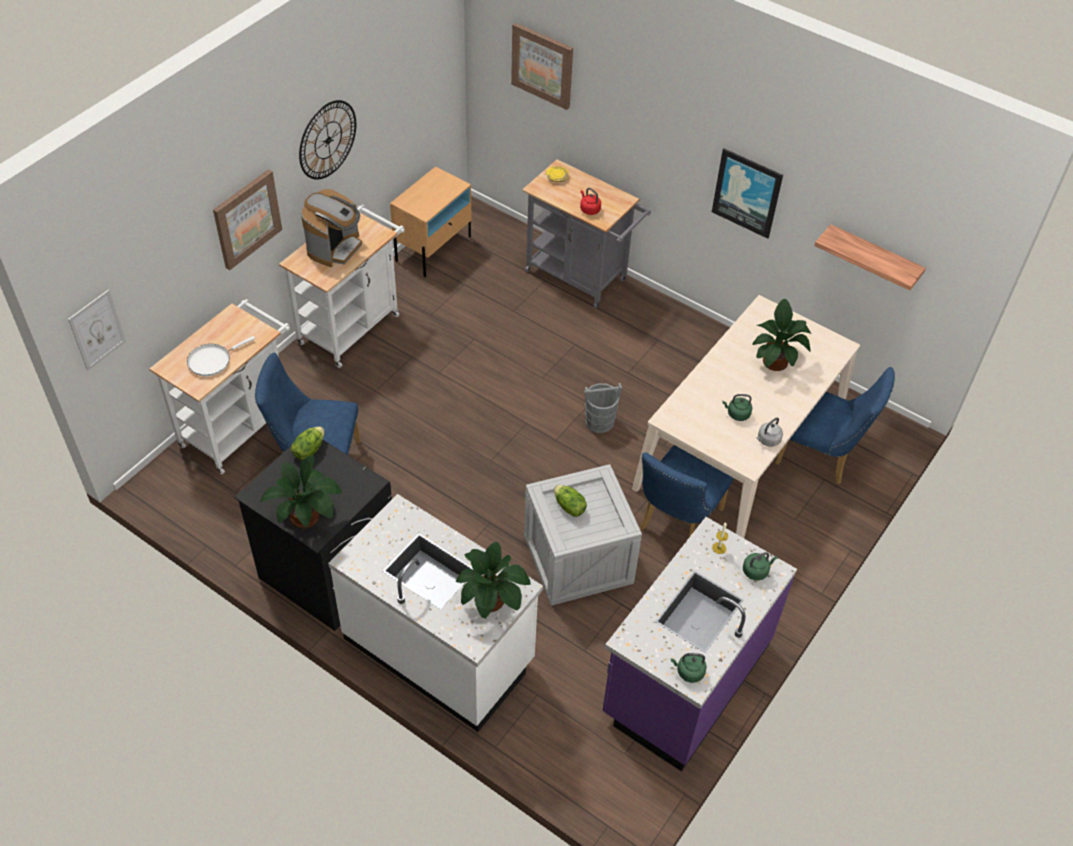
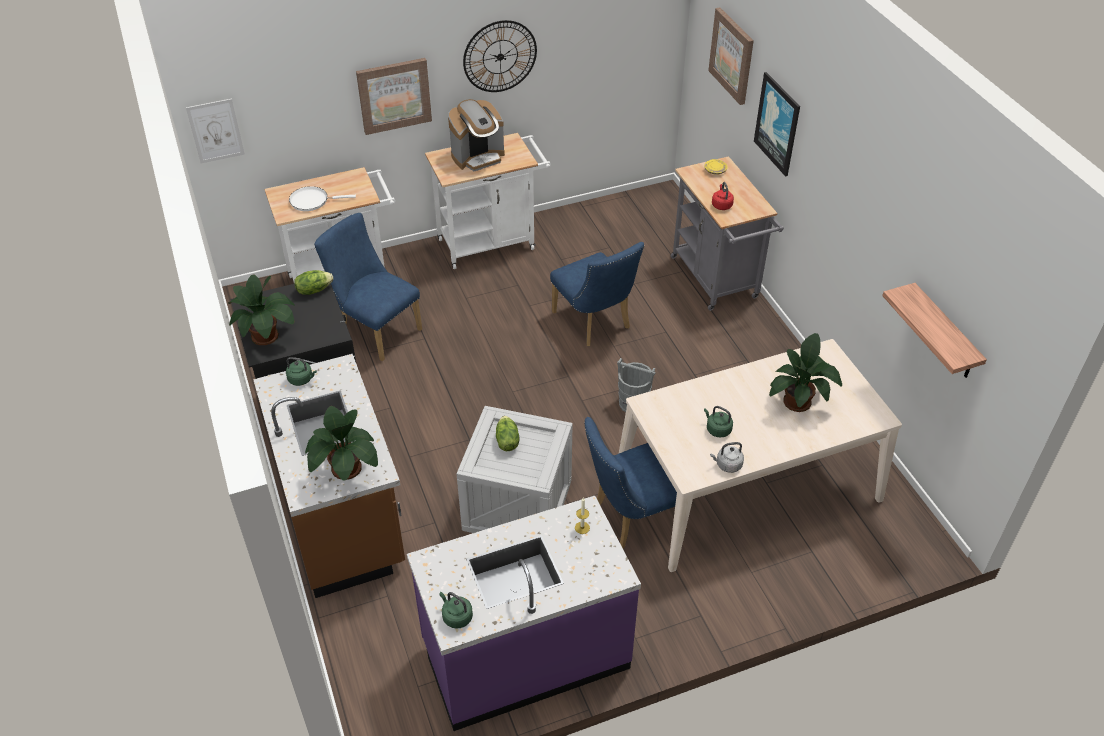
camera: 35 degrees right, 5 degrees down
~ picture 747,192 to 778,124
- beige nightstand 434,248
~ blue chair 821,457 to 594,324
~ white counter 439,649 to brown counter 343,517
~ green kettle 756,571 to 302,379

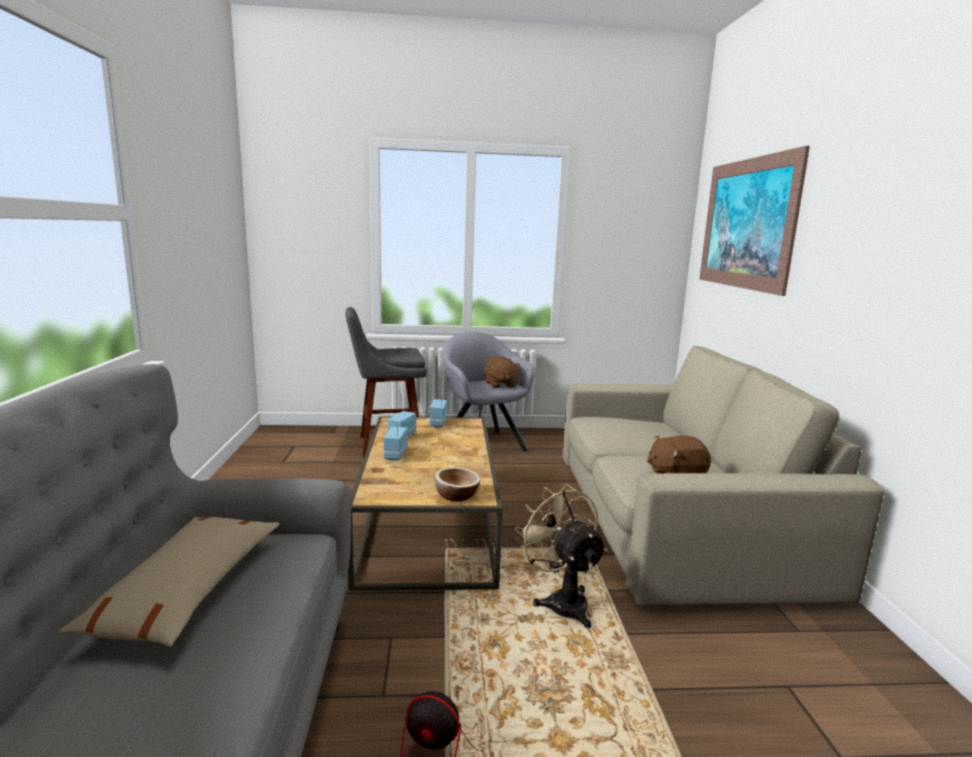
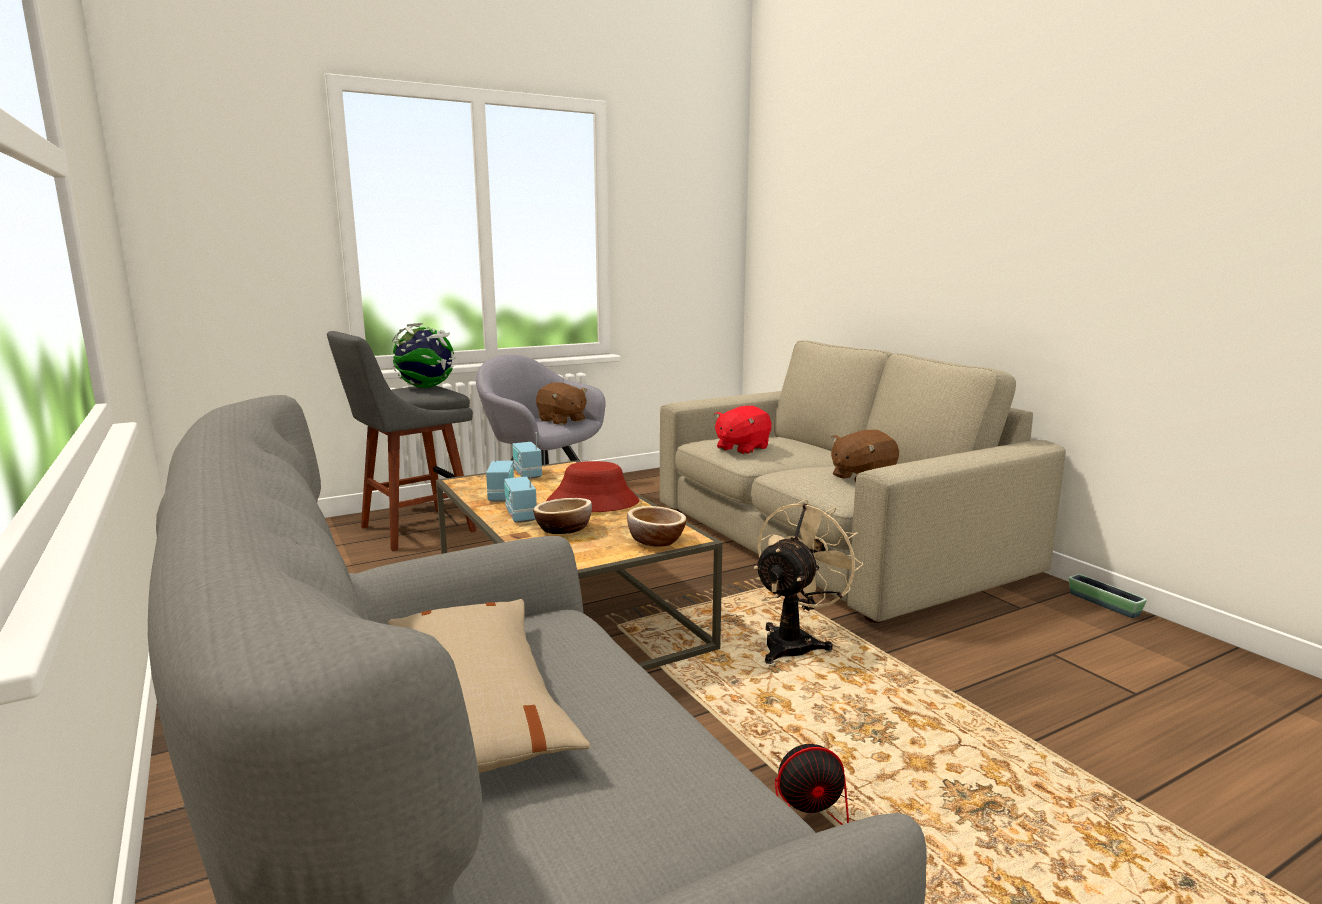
camera: 25 degrees left, 0 degrees up
- picture 746,224
~ beige fan 561,601 = 795,642 90 degrees clockwise
+ globe 426,387
+ red plush toy 741,448
+ red hat 593,502
+ bowl 563,530
+ planter 1104,604

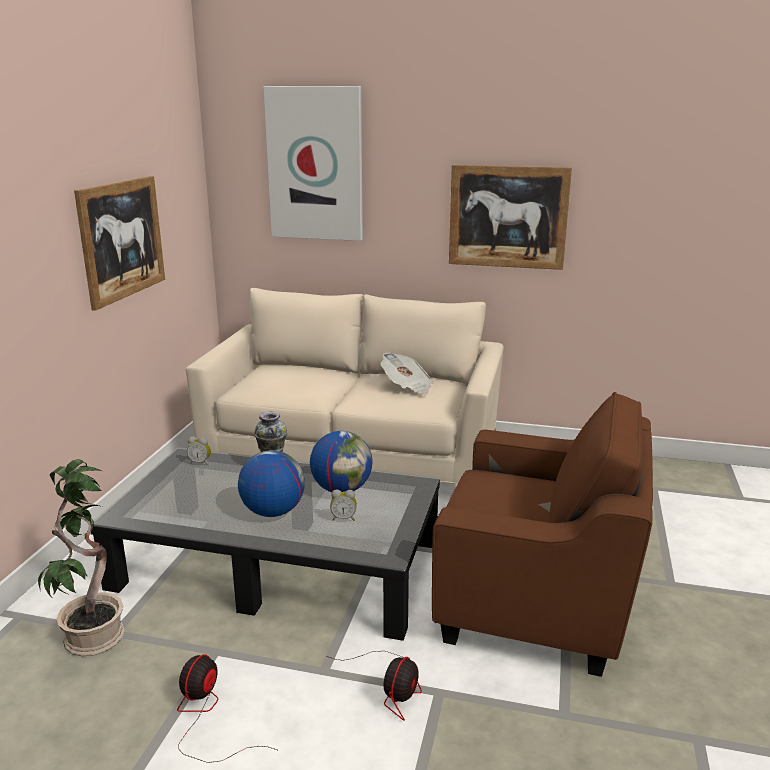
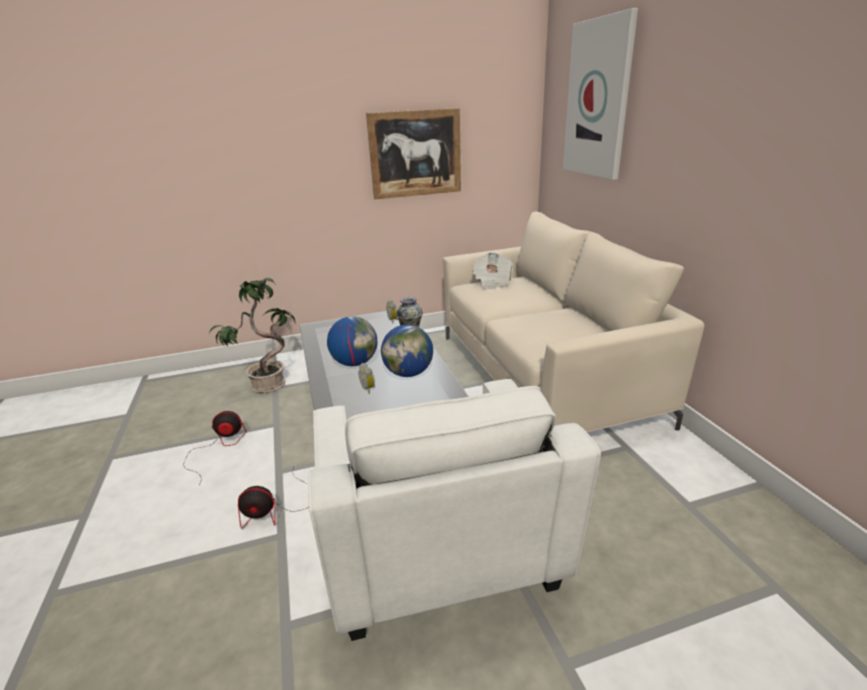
camera: 60 degrees right, 5 degrees up
- picture 508,217
~ newspaper 407,387 to 492,282
~ brown armchair 535,599 to white armchair 438,551

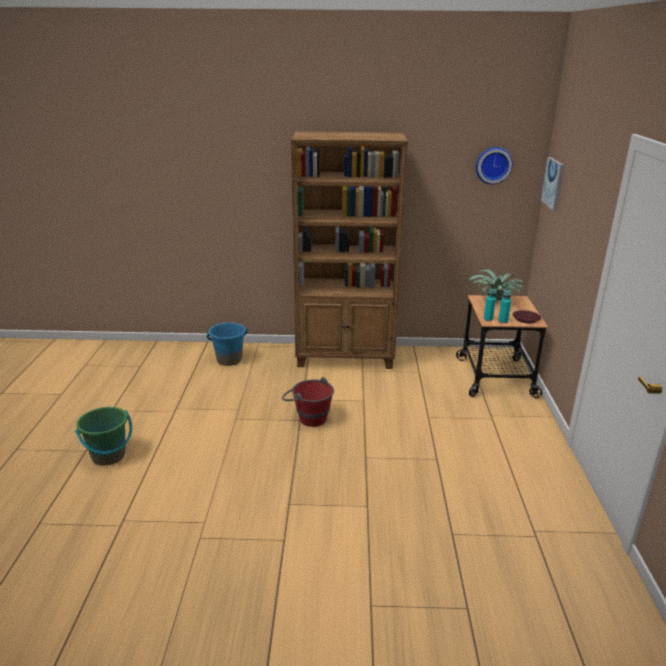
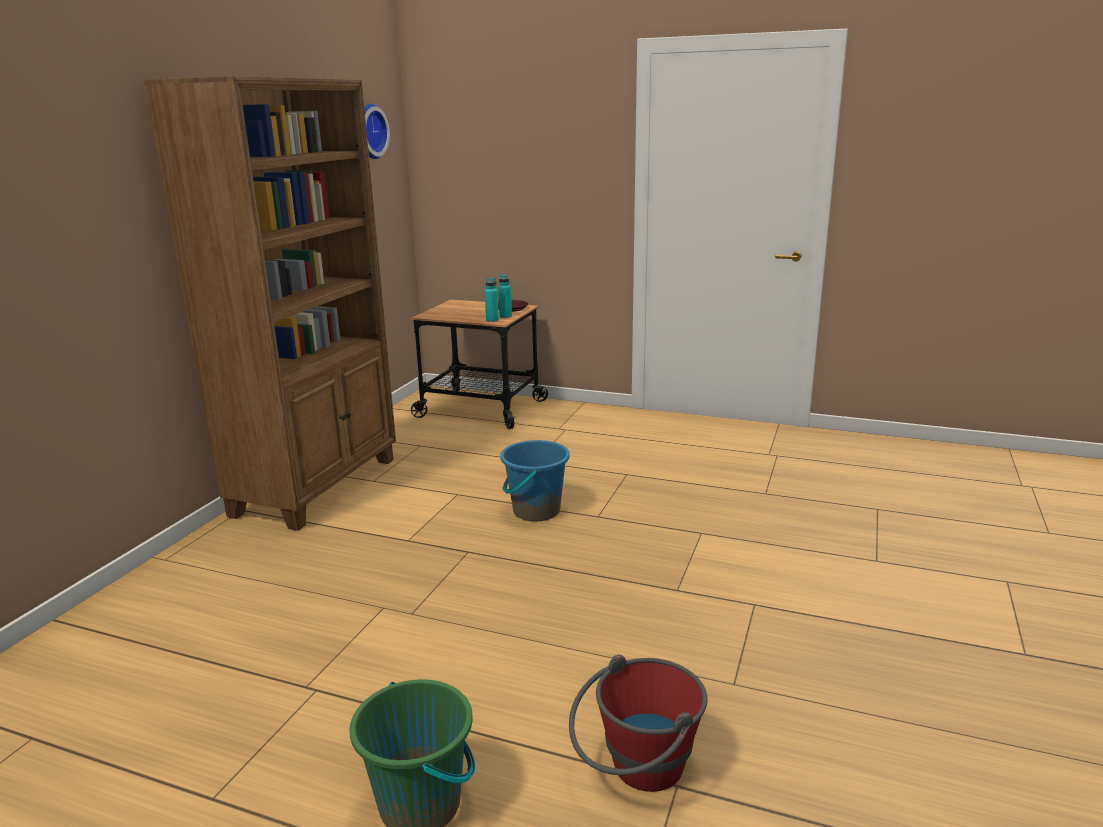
camera: 70 degrees left, 5 degrees down
- picture 553,183
- potted plant 496,302
~ blue bucket 229,360 to 536,511
~ red bucket 308,417 to 636,772

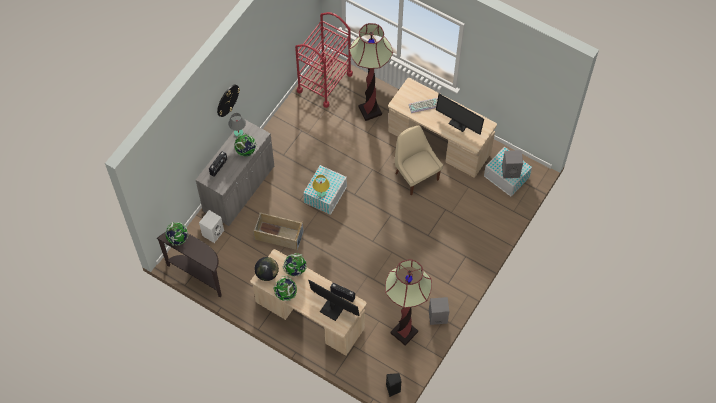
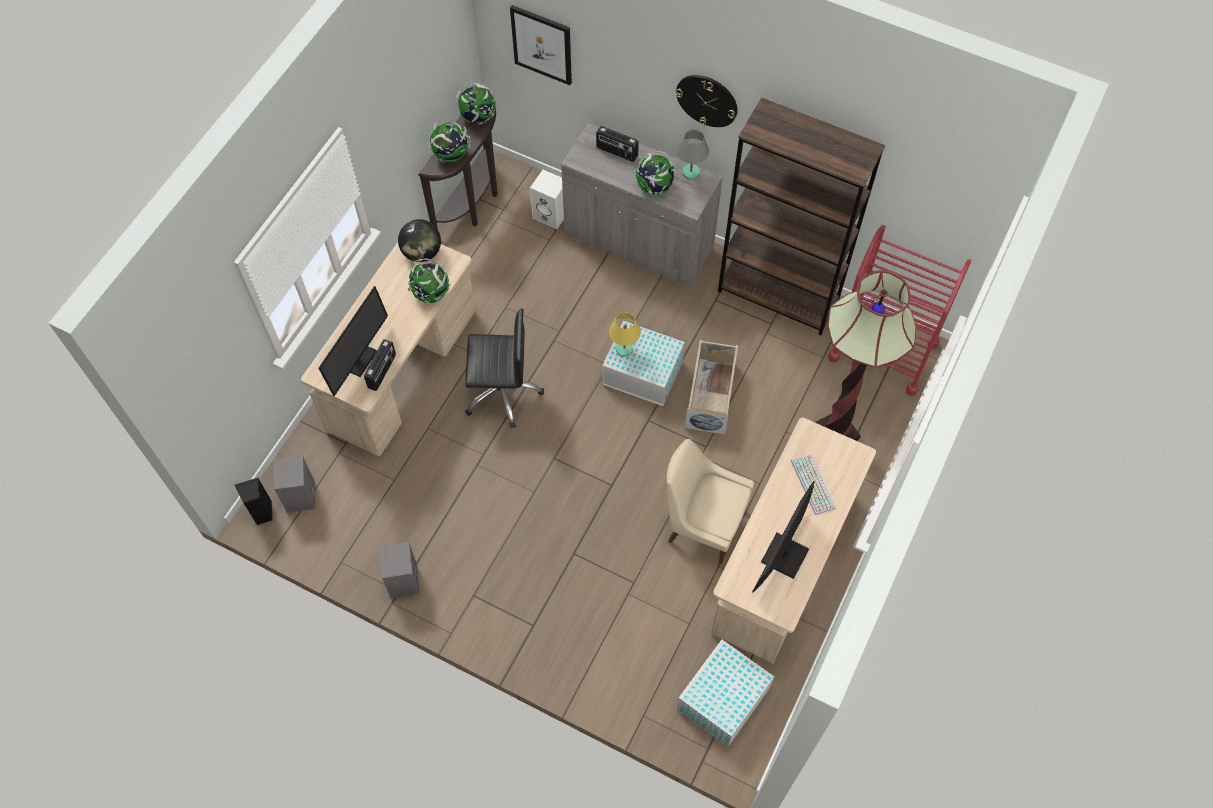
camera: 85 degrees right, 0 degrees up
~ beige chair 416,175 = 703,524 120 degrees counterclockwise
~ grey speaker 511,171 to 301,496
~ beige storage box 278,235 to 710,395
- floor lamp 404,332
~ globe 286,293 to 451,155
+ picture 542,44
+ brown bookcase 778,296
+ black office chair 502,392

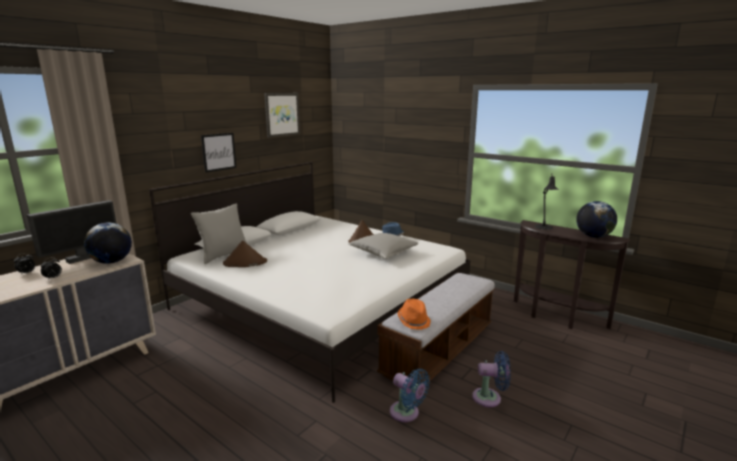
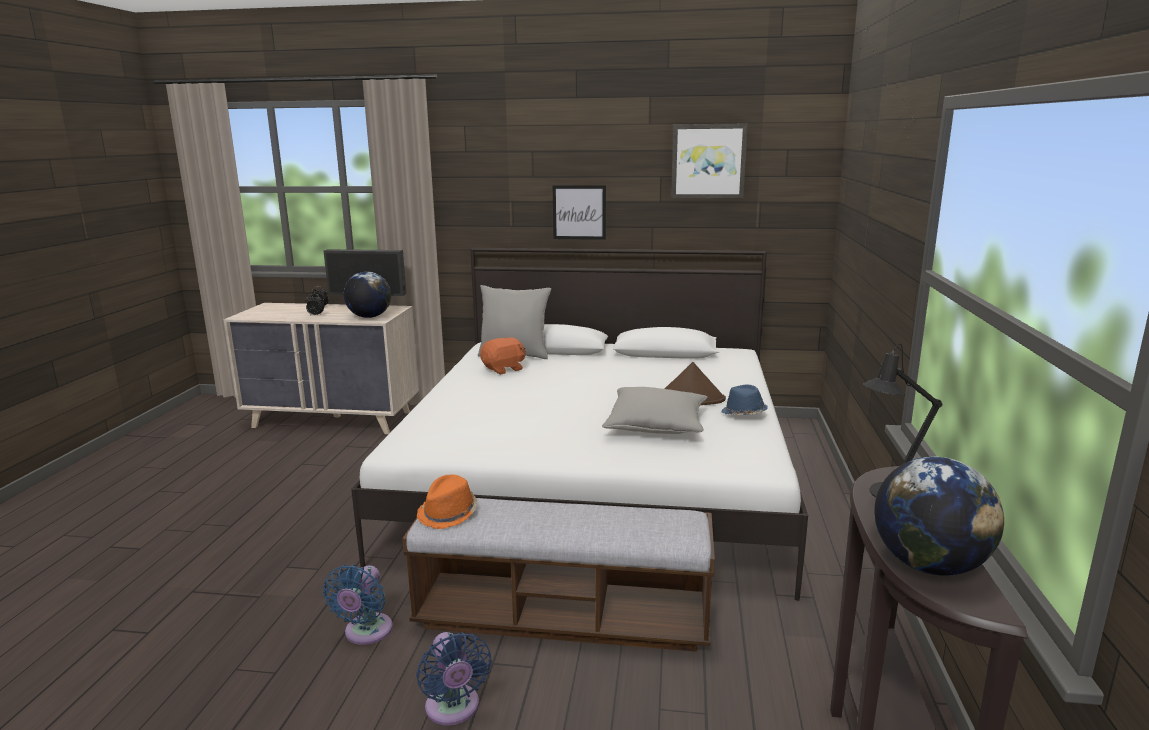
camera: 60 degrees right, 0 degrees up
~ brown hat 245,263 to orange plush toy 504,369

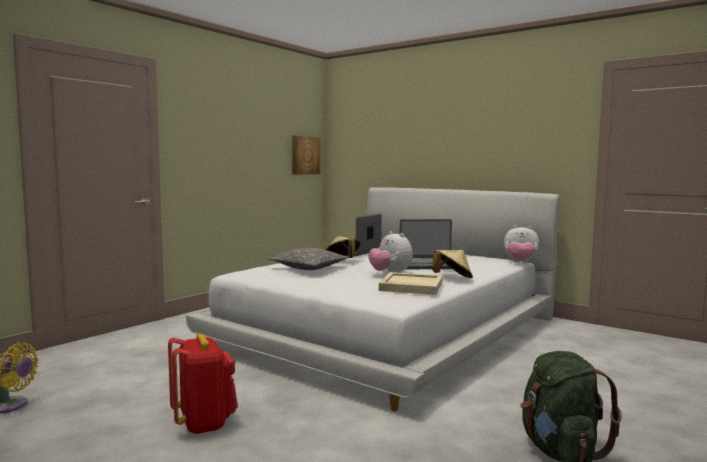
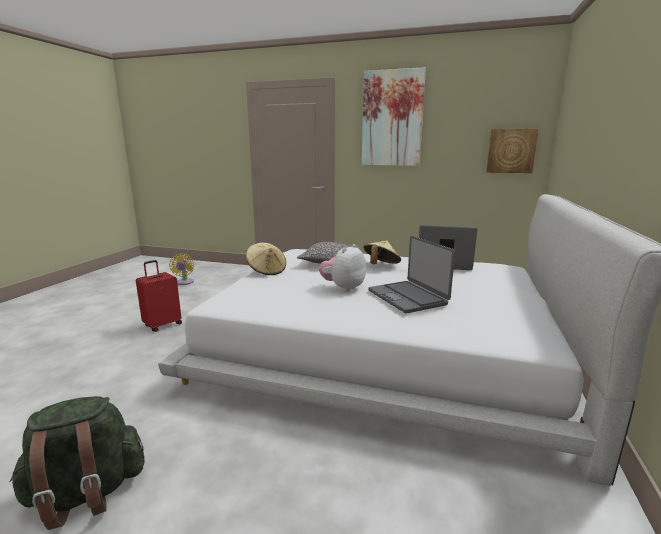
camera: 70 degrees right, 10 degrees up
- plush toy 520,262
~ beige hat 452,278 to 267,271
- beige tray 410,286
~ red backpack 204,423 to red suitcase 162,325
+ picture 392,119

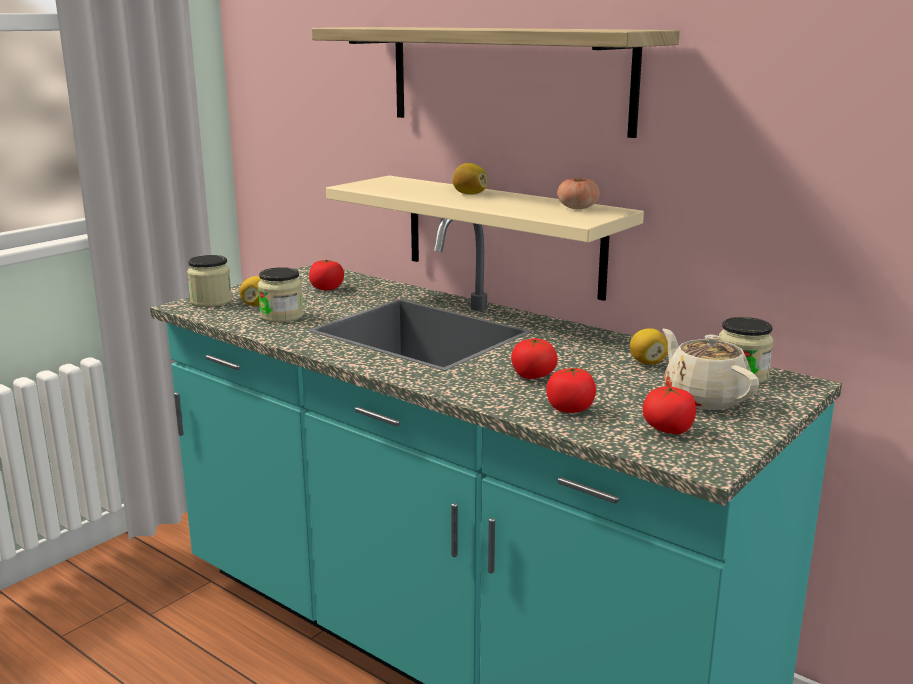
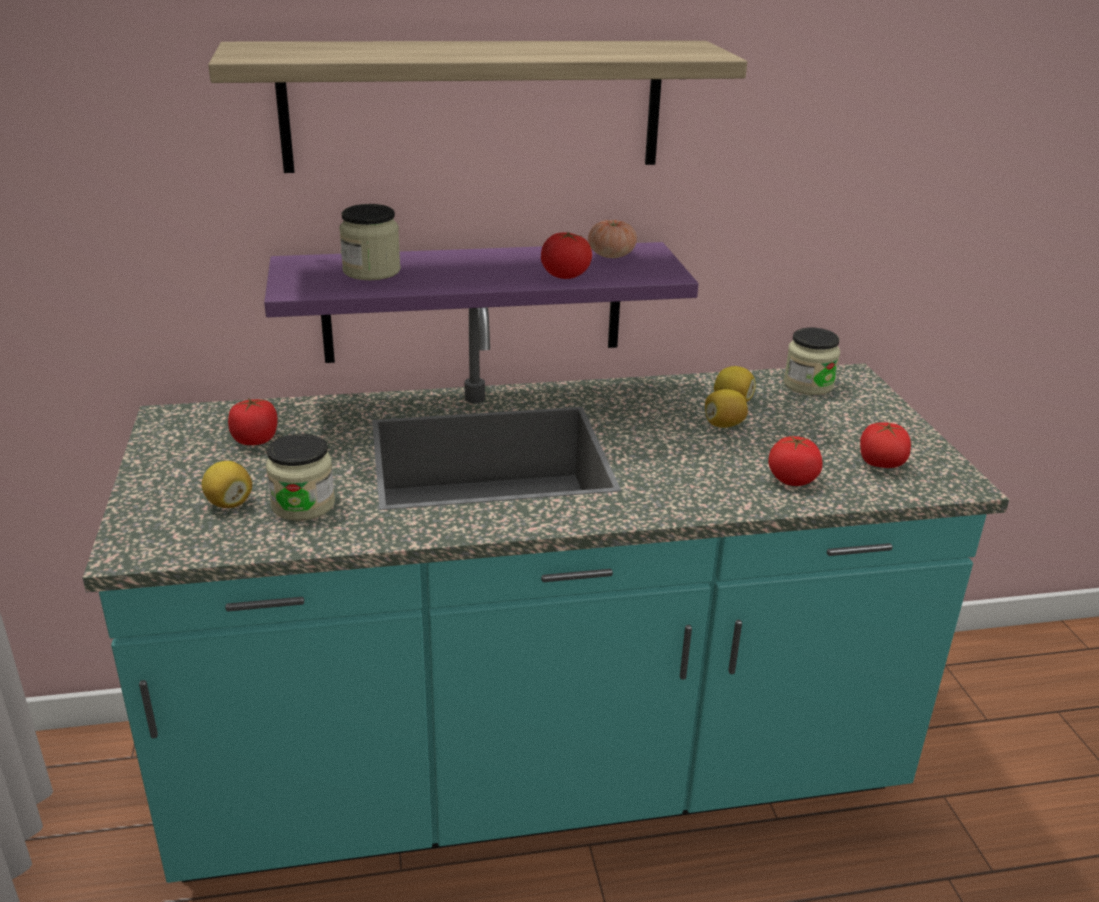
camera: 50 degrees left, 10 degrees up
~ lemon 469,194 to 723,425
~ beige shelf 503,235 to purple shelf 473,302
~ jar 211,301 to 371,271
- beige teapot 704,398
~ tomato 533,376 to 565,275

